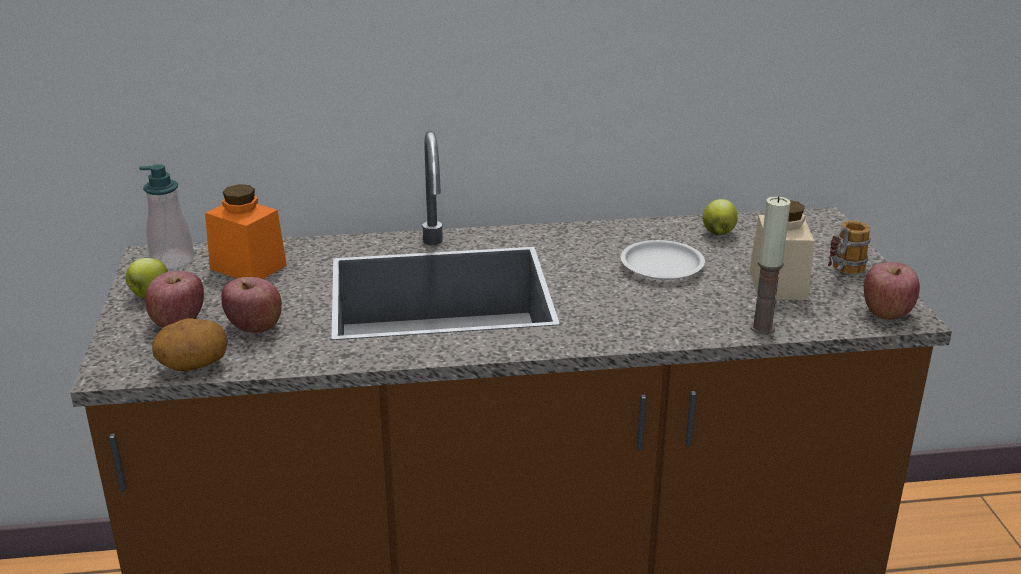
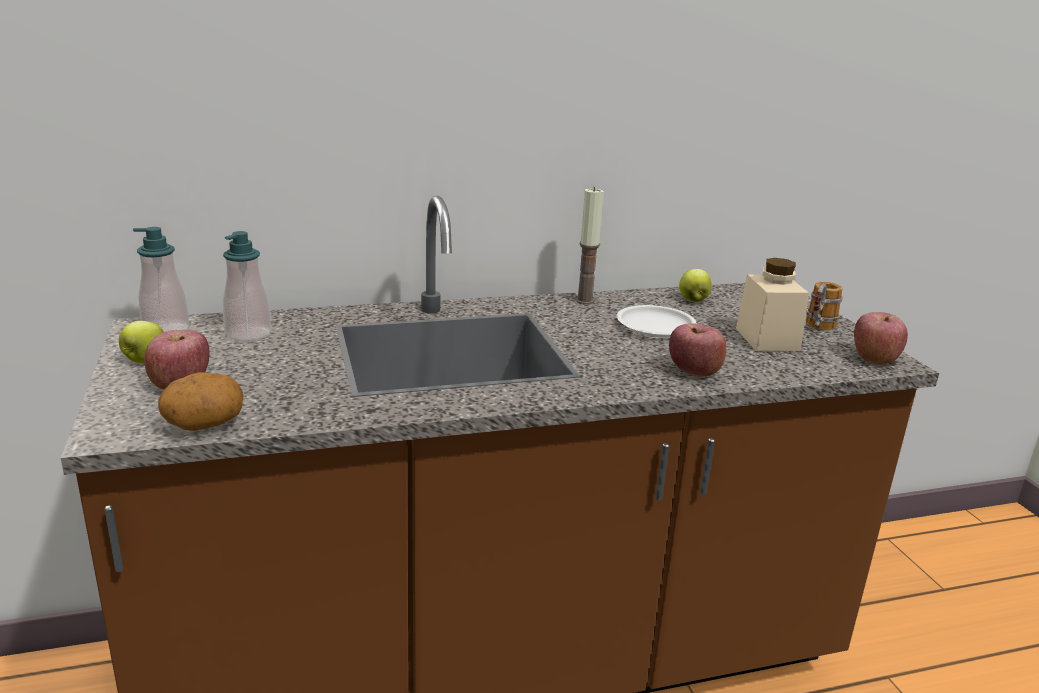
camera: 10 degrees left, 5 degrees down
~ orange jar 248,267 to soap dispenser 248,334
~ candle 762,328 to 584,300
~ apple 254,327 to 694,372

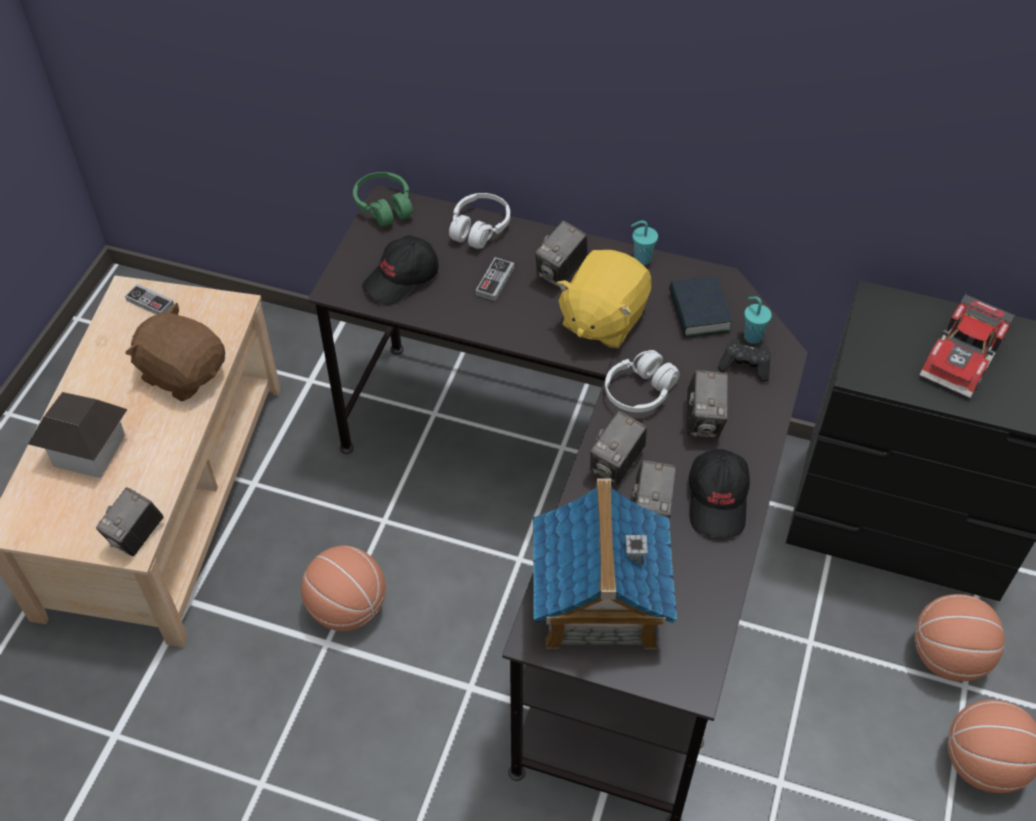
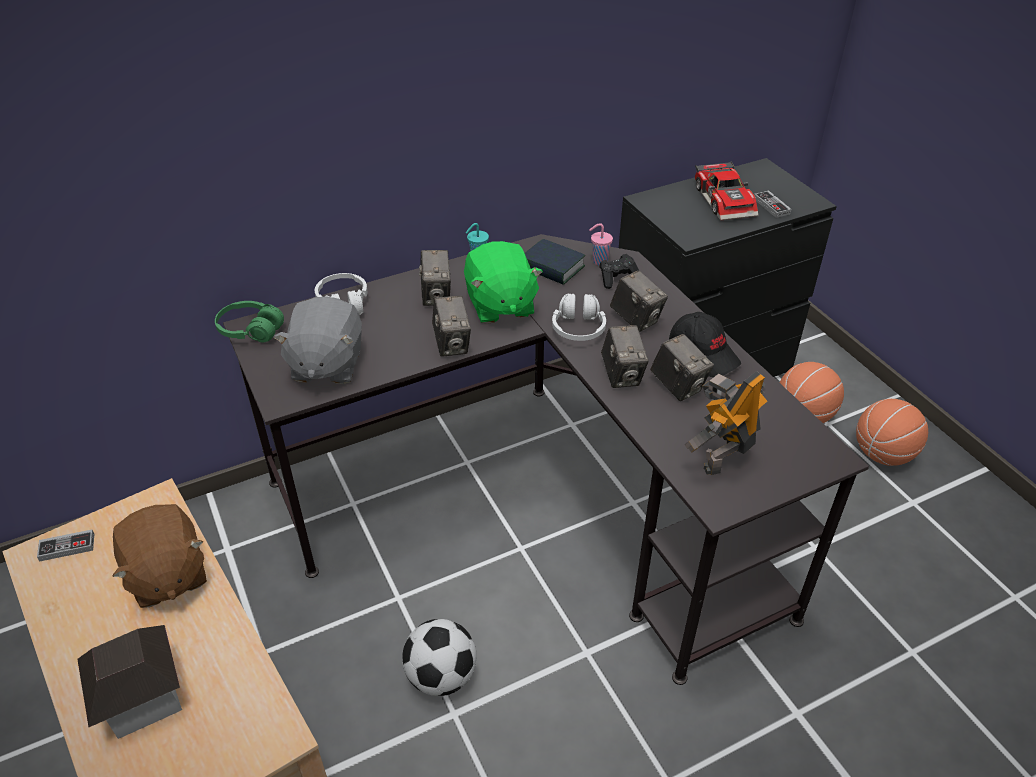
camera: 45 degrees left, 10 degrees down
~ black cap 402,279 to grey plush toy 326,365
~ yellow plush toy 602,319 to green plush toy 500,305
~ game controller 495,281 to 771,206
~ turquoise cup 752,336 to pink cup 599,261
~ brown plush toy 183,373 = 167,575 105 degrees counterclockwise
~ toy house 598,602 to toy robot 722,456
~ photo camera 136,536 to 452,344
~ basketball 348,608 to football 441,676

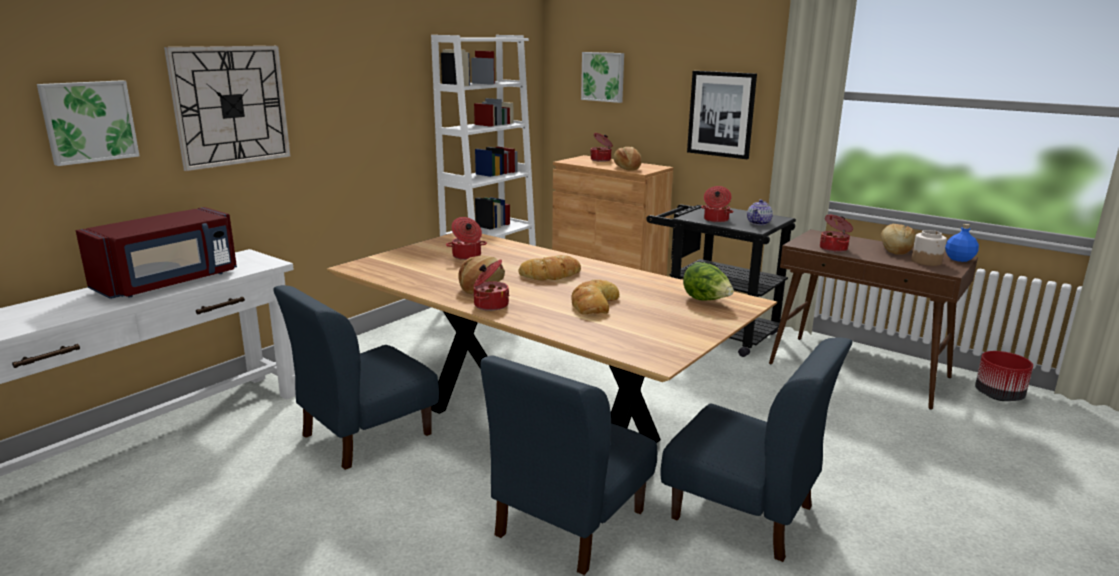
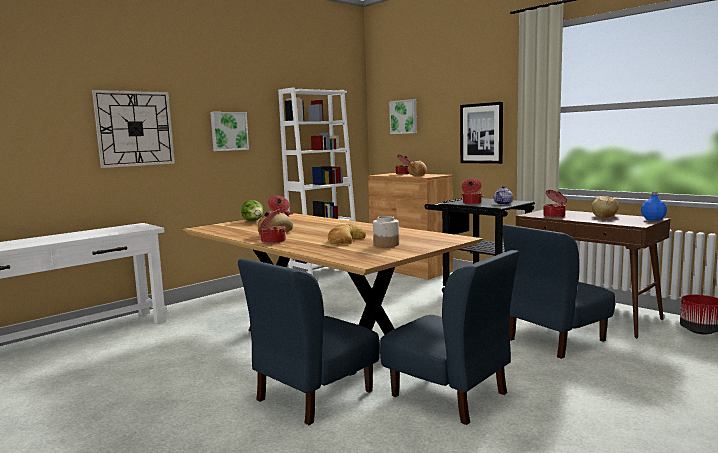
camera: 10 degrees right, 10 degrees down
~ picture 88,121 to 229,131
- red microwave 169,282
~ jar 926,261 to 386,244
- bread 551,274
~ lettuce 706,301 to 254,221
~ blue chair 365,434 to 554,340

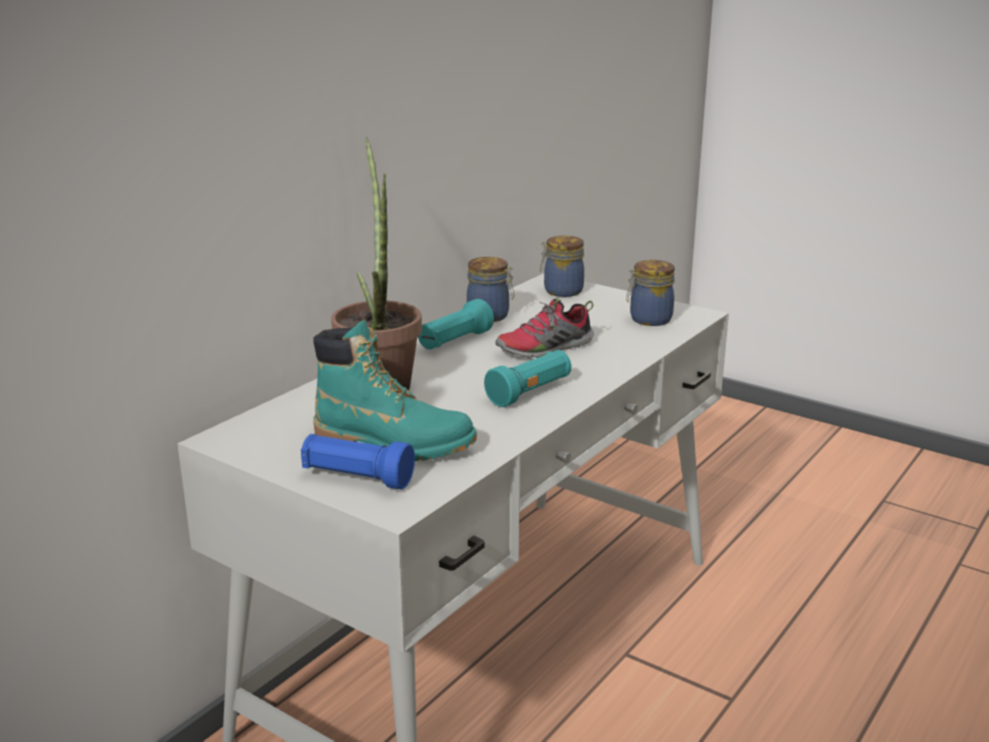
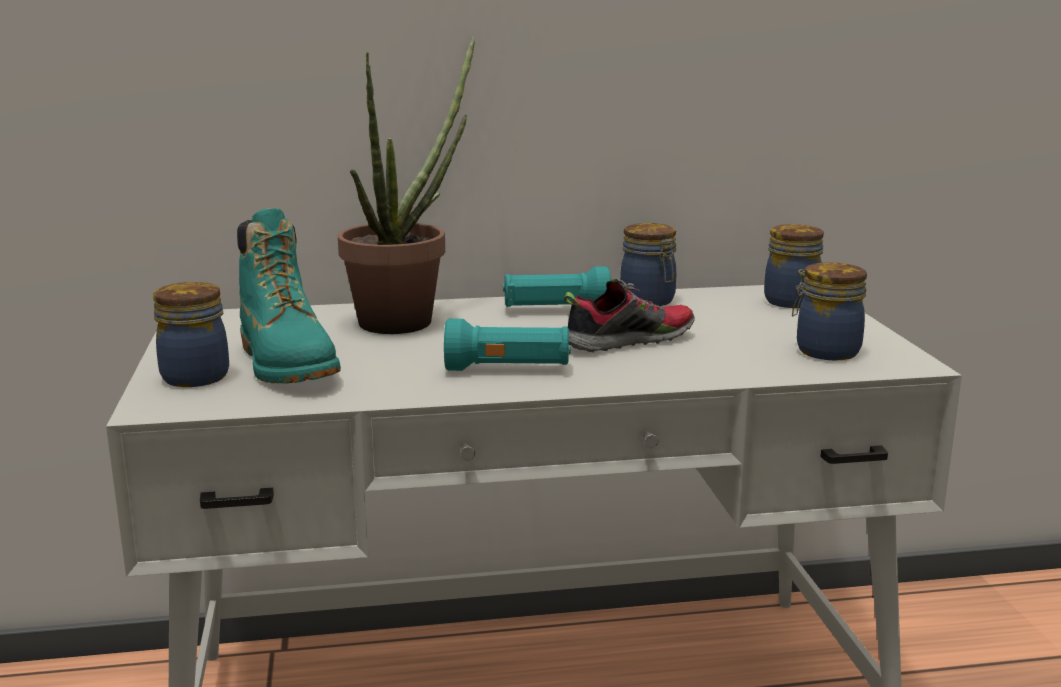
camera: 45 degrees right, 5 degrees down
~ shoe 545,349 = 628,341 135 degrees clockwise
~ blue flashlight 357,478 to jar 194,376

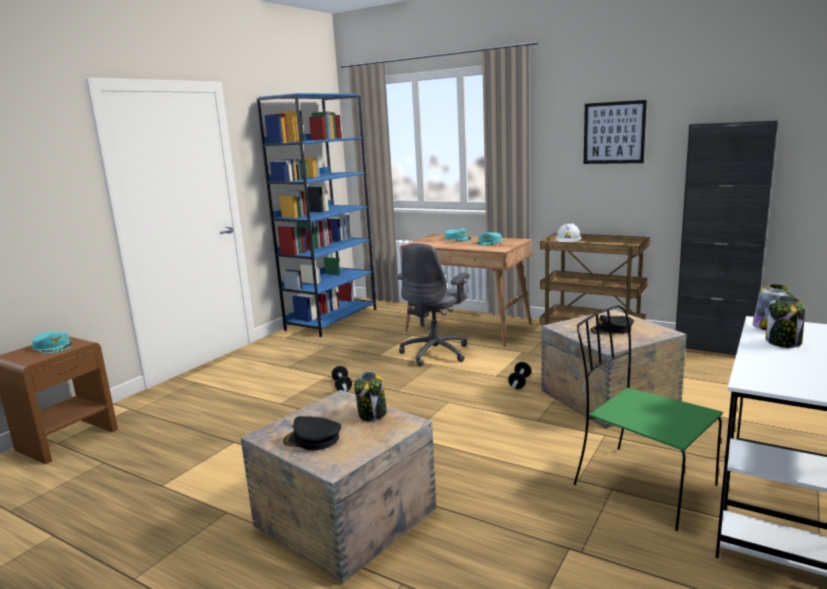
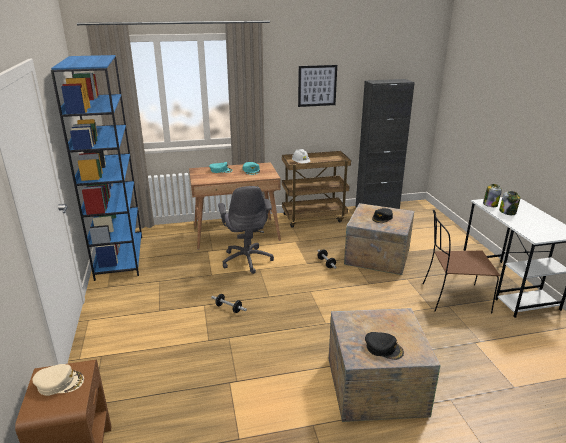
camera: 45 degrees left, 10 degrees up
~ green chair 640,484 to brown chair 453,298
~ turquoise cap 53,346 to beige cap 59,383
- jar 372,414
~ black cap 312,440 = 383,348 120 degrees counterclockwise

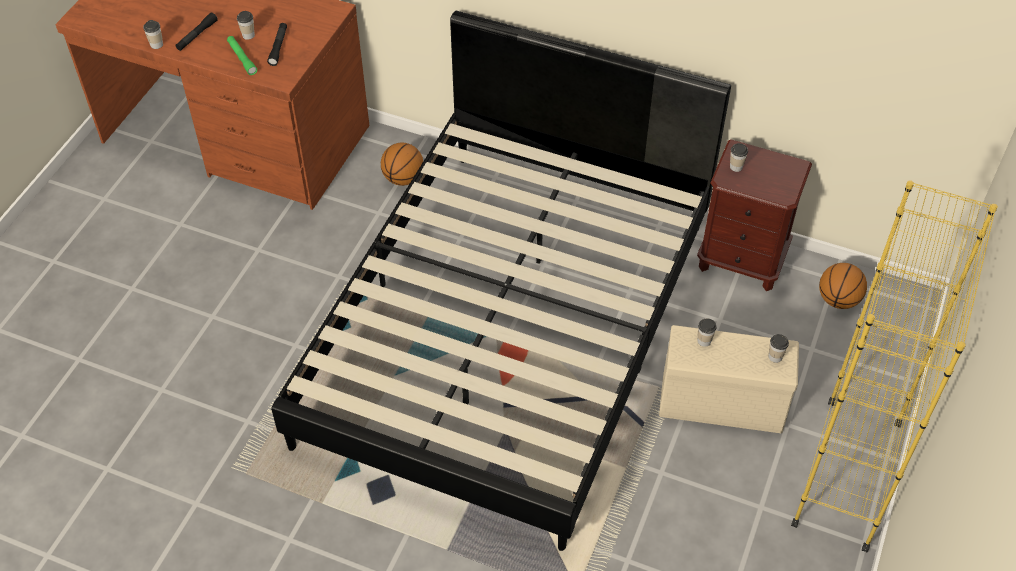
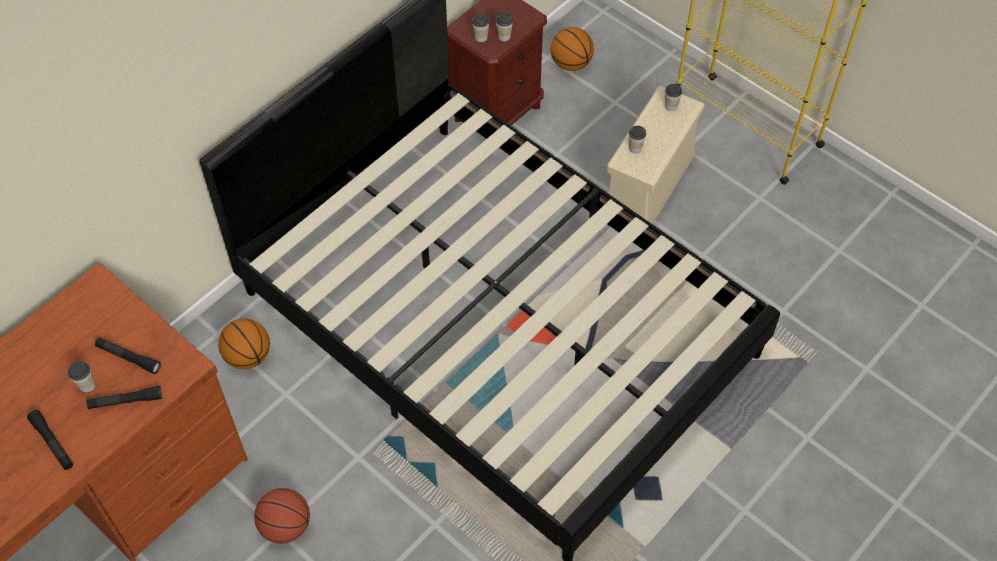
camera: 70 degrees left, 5 degrees up
~ cup 156,44 to 504,36
~ green flashlight 242,58 to black flashlight 125,401
+ basketball 285,526

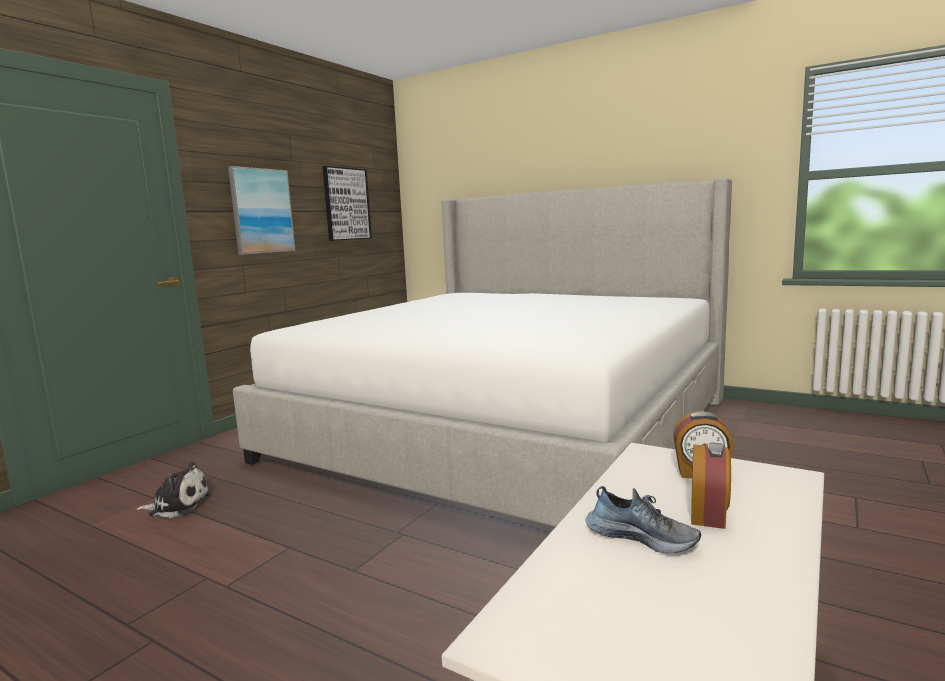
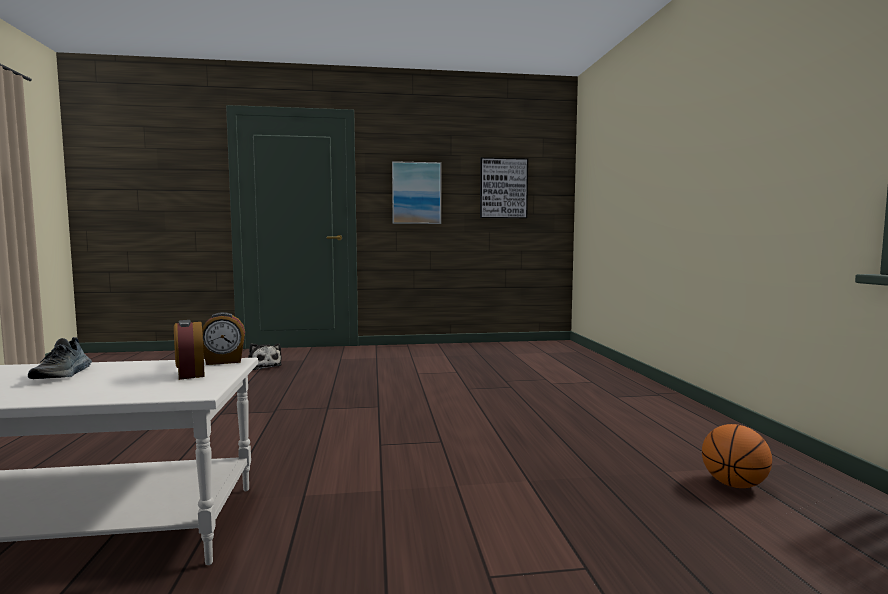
camera: 50 degrees right, 5 degrees down
- bed 508,428
~ alarm clock 709,515 to 224,361
+ basketball 734,484

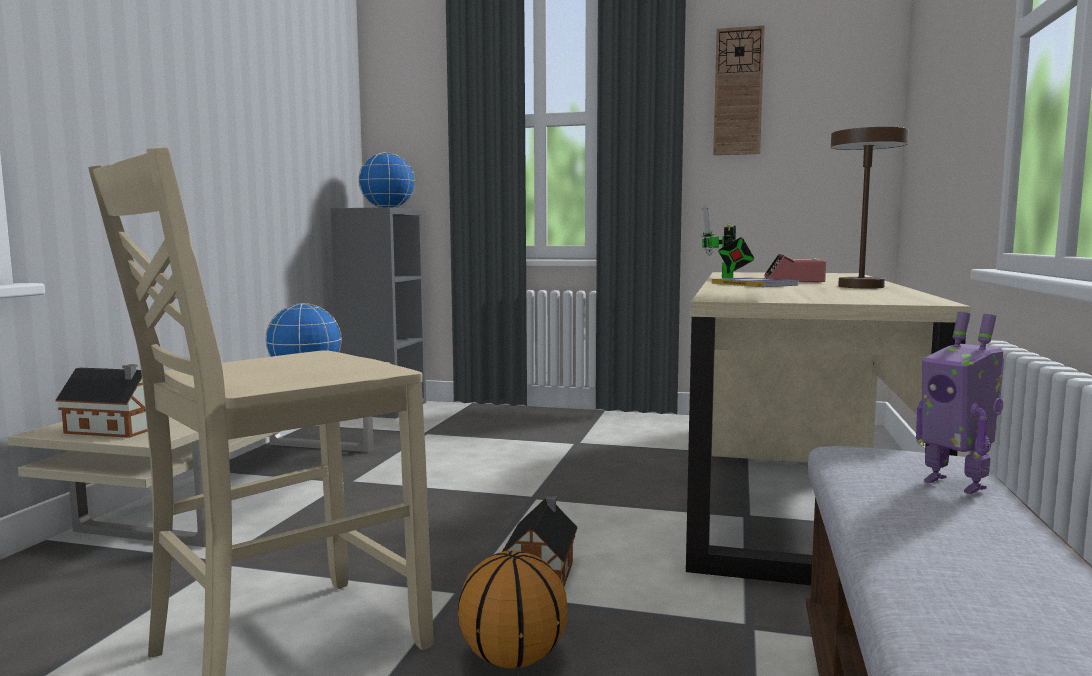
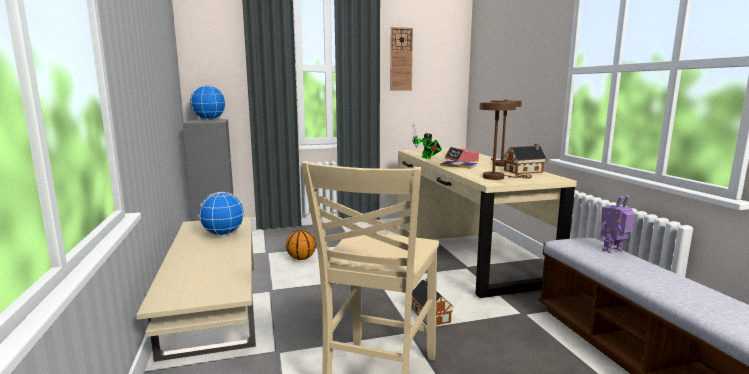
camera: 30 degrees left, 5 degrees up
~ toy robot 956,484 = 613,251 135 degrees clockwise
~ toy house 118,429 to 525,171
~ basketball 513,659 to 301,258
+ brown table lamp 497,177

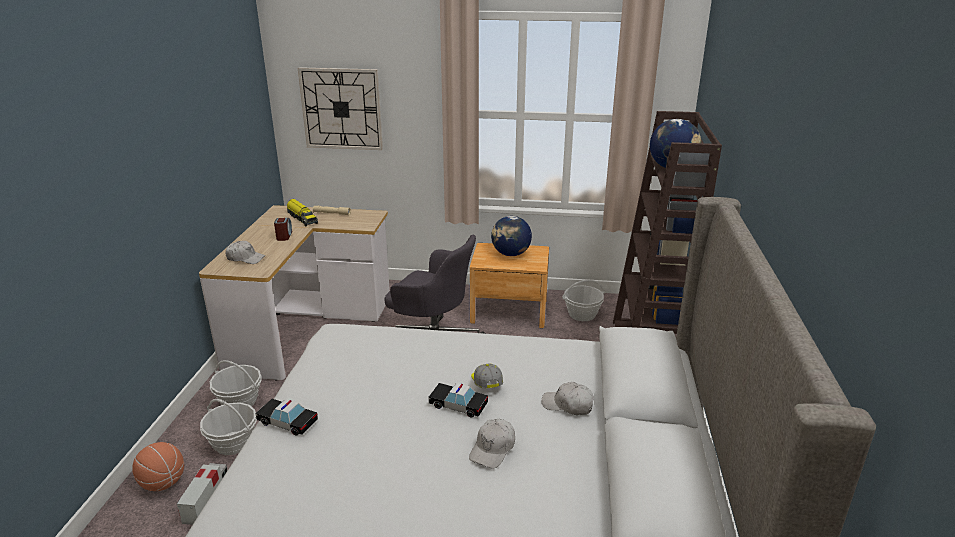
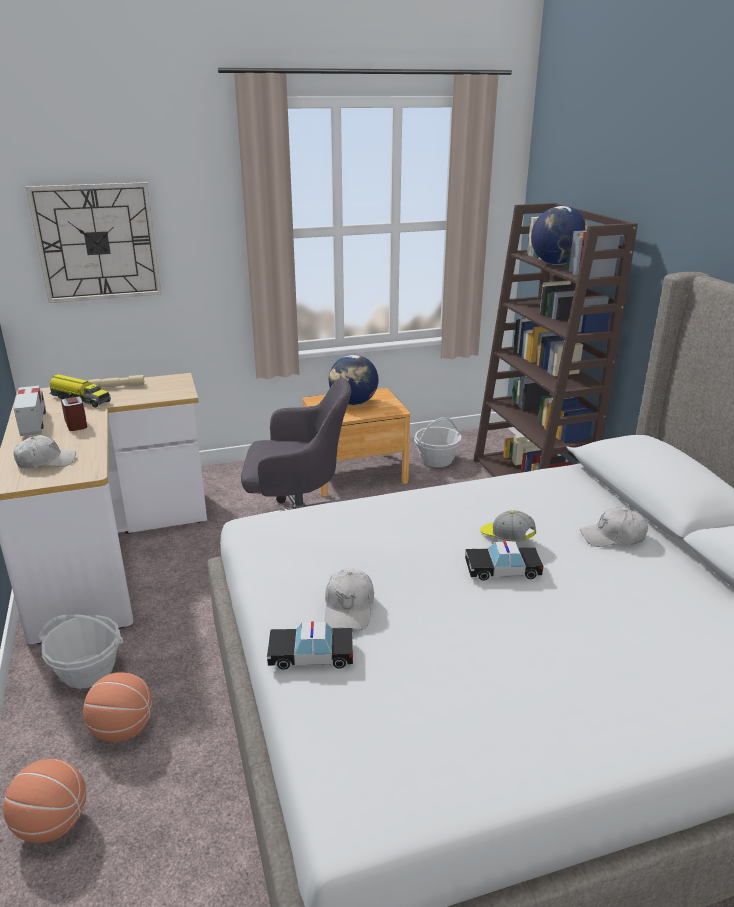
camera: 25 degrees left, 0 degrees up
~ basket 233,443 to basketball 122,730
~ white cap 493,449 to 349,608
~ toy truck 207,501 to 34,423

